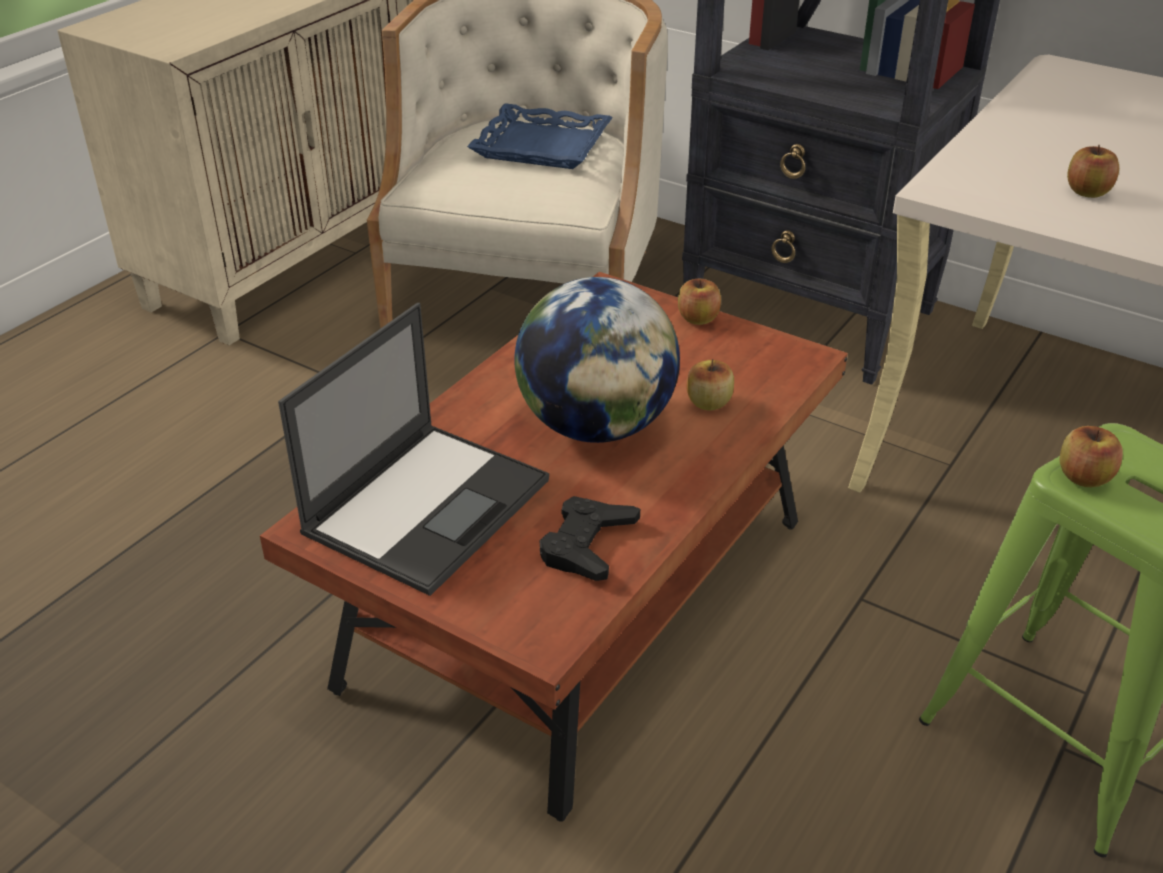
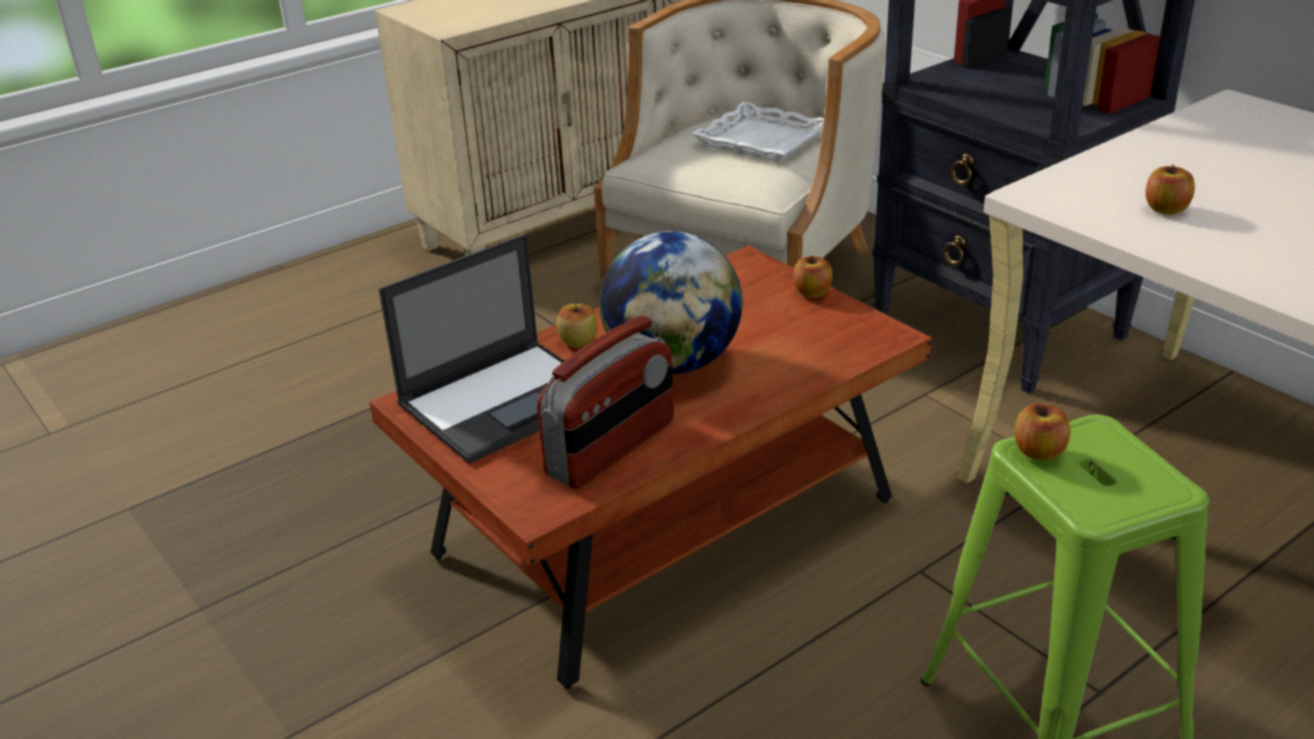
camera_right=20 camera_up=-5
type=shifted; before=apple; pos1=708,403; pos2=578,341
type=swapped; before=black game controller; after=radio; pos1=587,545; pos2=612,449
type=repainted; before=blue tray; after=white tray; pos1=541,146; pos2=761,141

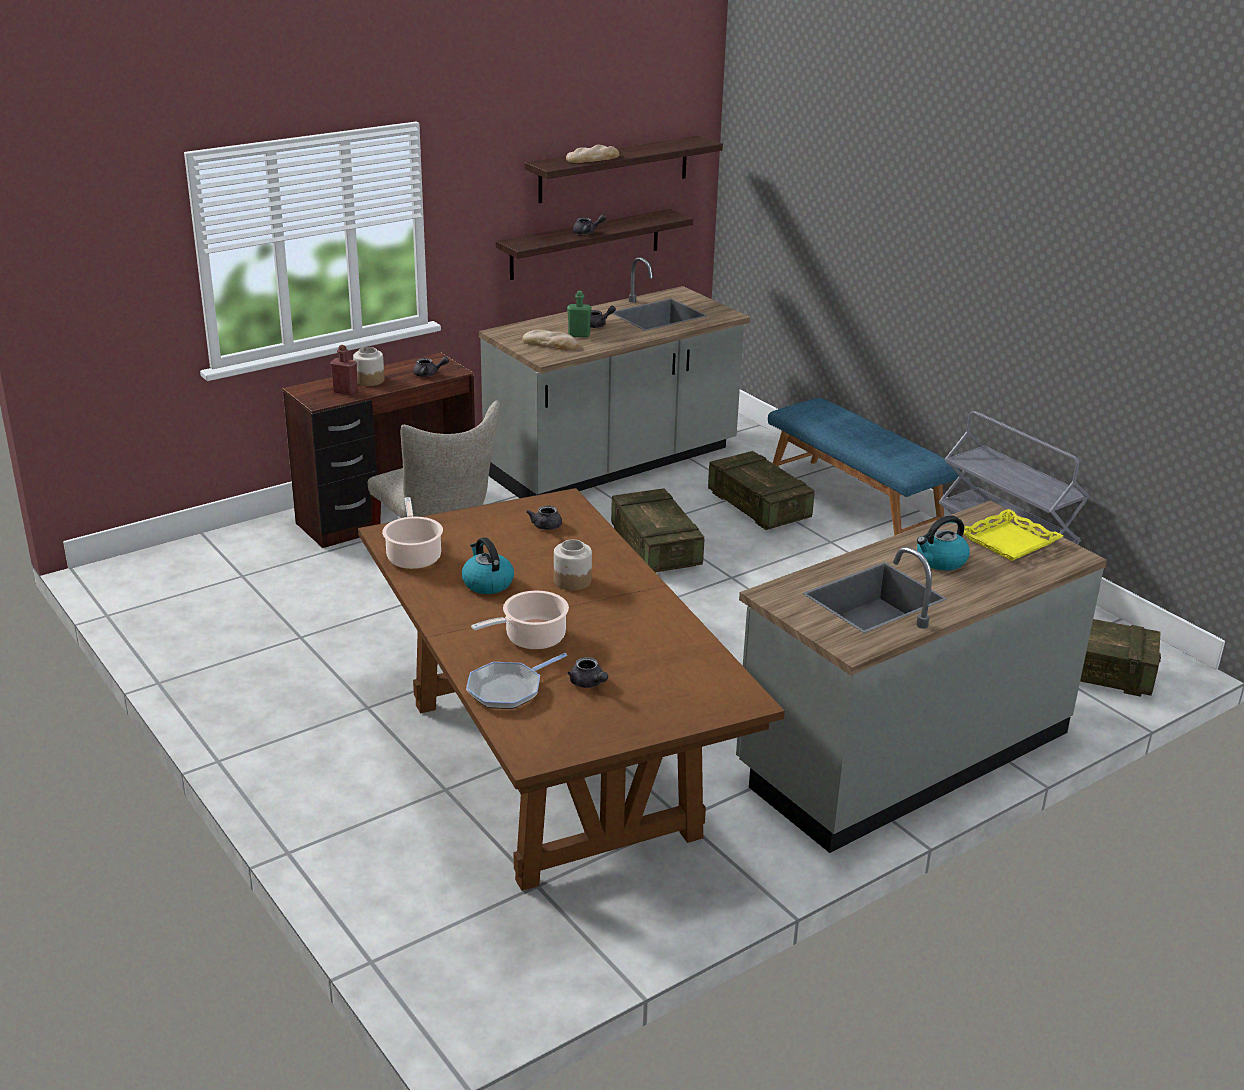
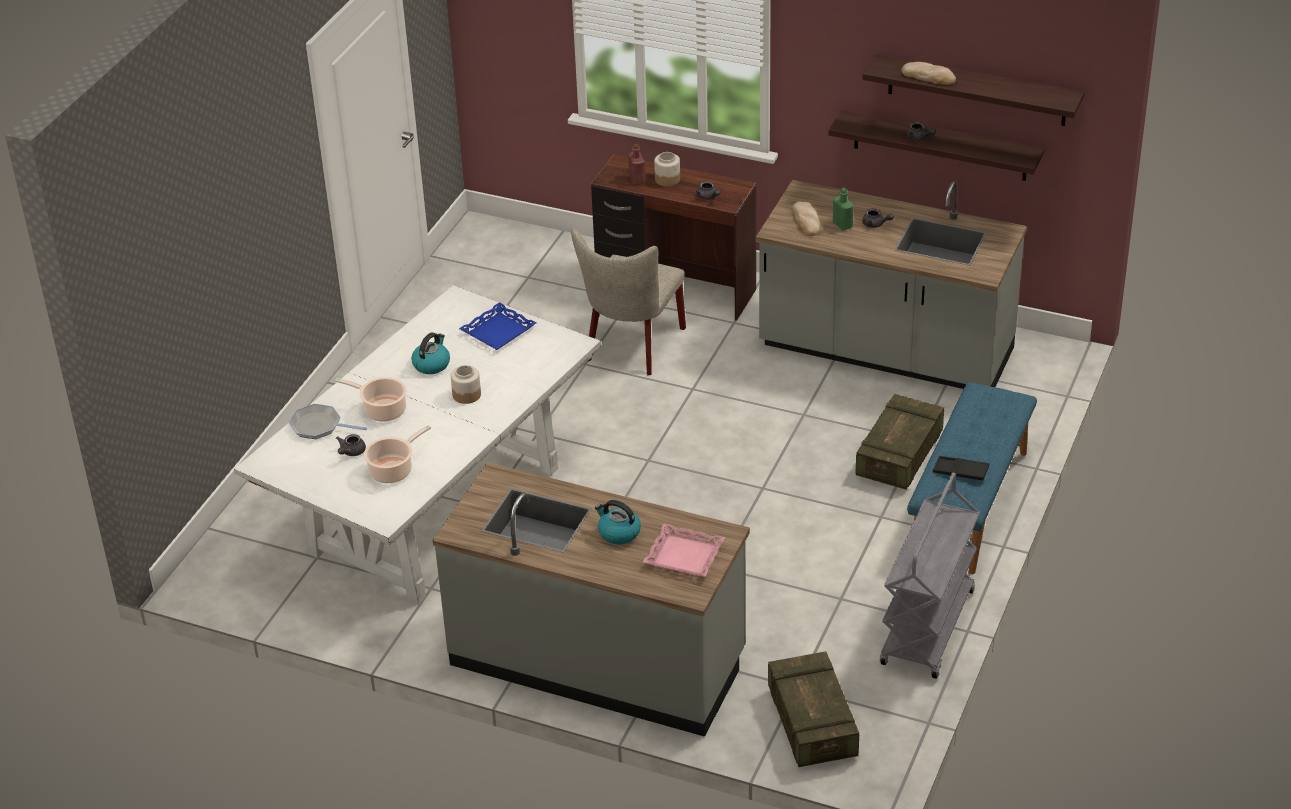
camera_right=60 camera_up=10
type=gone; before=grey teapot; pos1=545,527
type=gone; before=crate; pos1=655,547
type=new; after=blue tray; pos2=498,332
type=new; after=black tray; pos2=960,471
type=shifted; before=cooking pot; pos1=413,556; pos2=393,470
type=repainted; before=brown dining table; after=white dining table; pos1=552,769; pos2=434,511
type=repainted; before=yellow tray; after=pink tray; pos1=1009,542; pos2=683,556

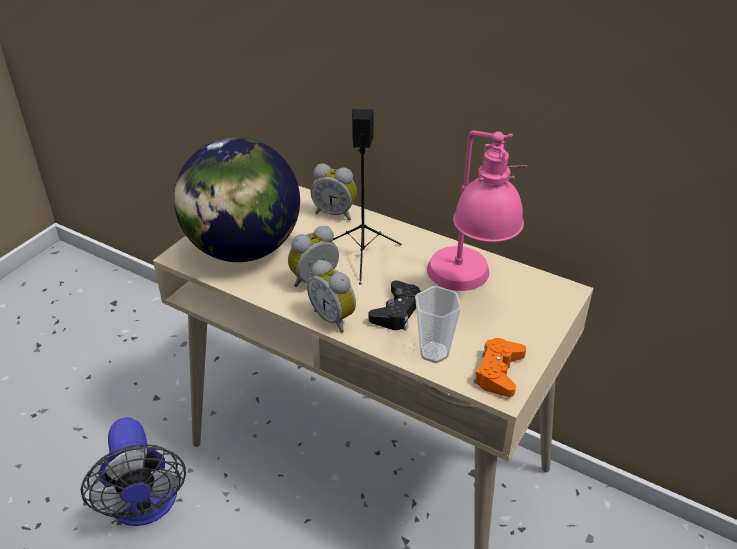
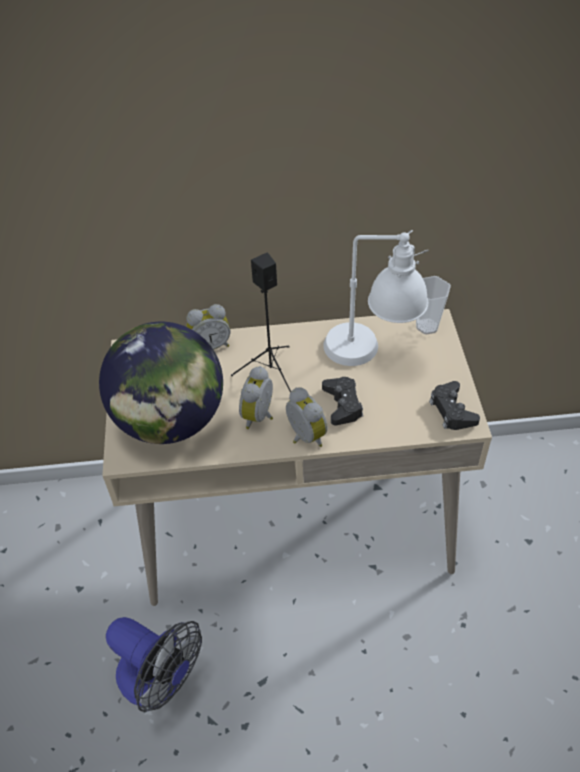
camera_right=-35 camera_up=10
type=shifted; before=cup; pos1=434,352; pos2=427,326
type=repainted; before=pink table lamp; after=white table lamp; pos1=469,288; pos2=371,355
type=repainted; before=orange game controller; after=black game controller; pos1=498,372; pos2=452,410
type=rotated; before=alarm clock; pos1=334,318; pos2=304,437; turn=-135

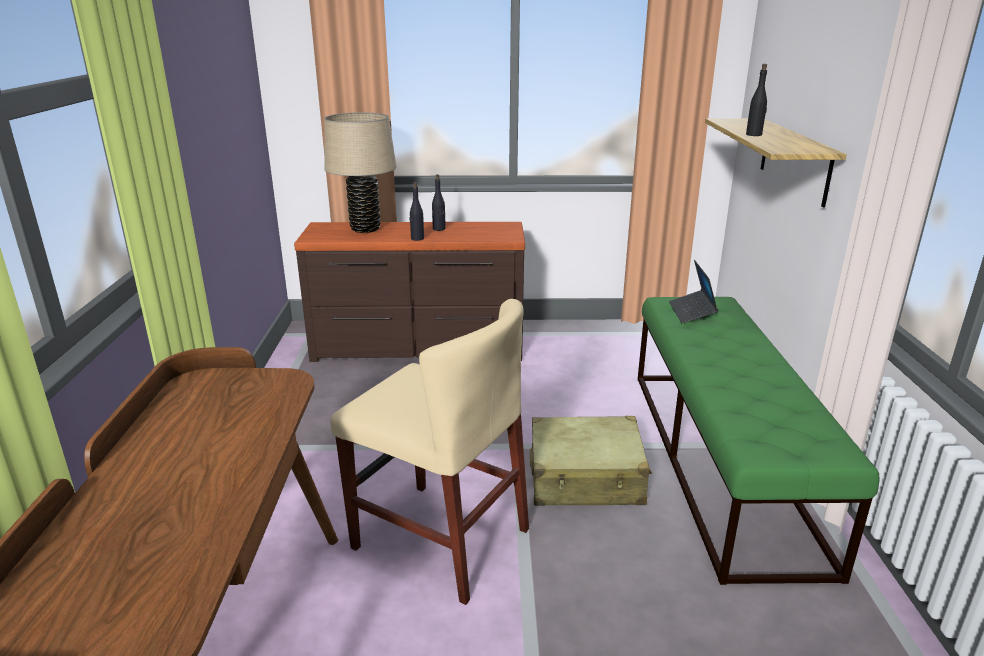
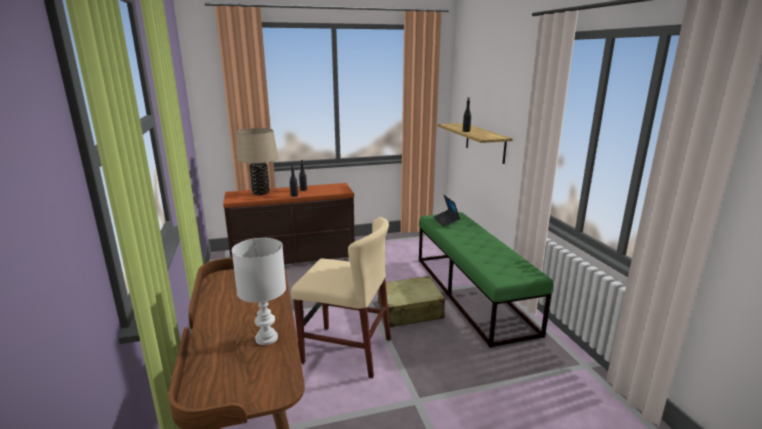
camera_right=-15 camera_up=-5
type=new; after=white table lamp; pos2=267,337

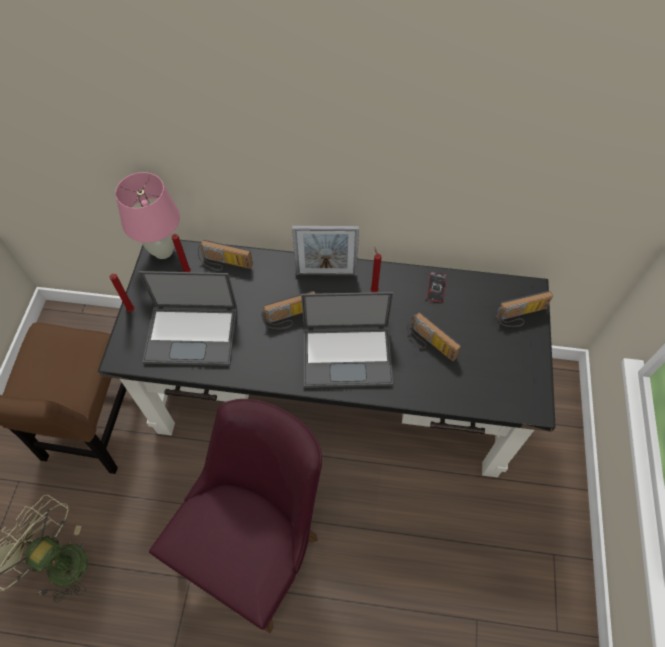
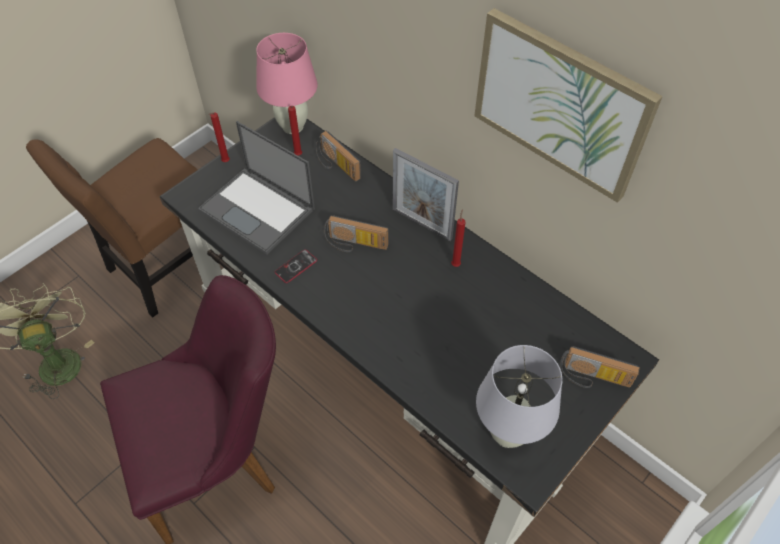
camera_right=35 camera_up=-5
type=gone; before=laptop; pos1=348,355
type=gone; before=radio; pos1=429,344
type=new; after=picture; pos2=560,104
type=new; after=white table lamp; pos2=507,435
type=shifted; before=phone; pos1=436,287; pos2=296,266

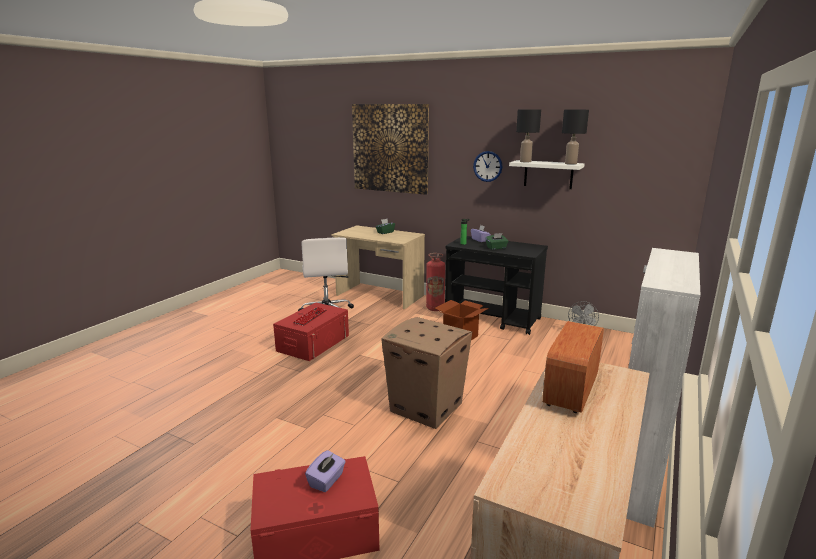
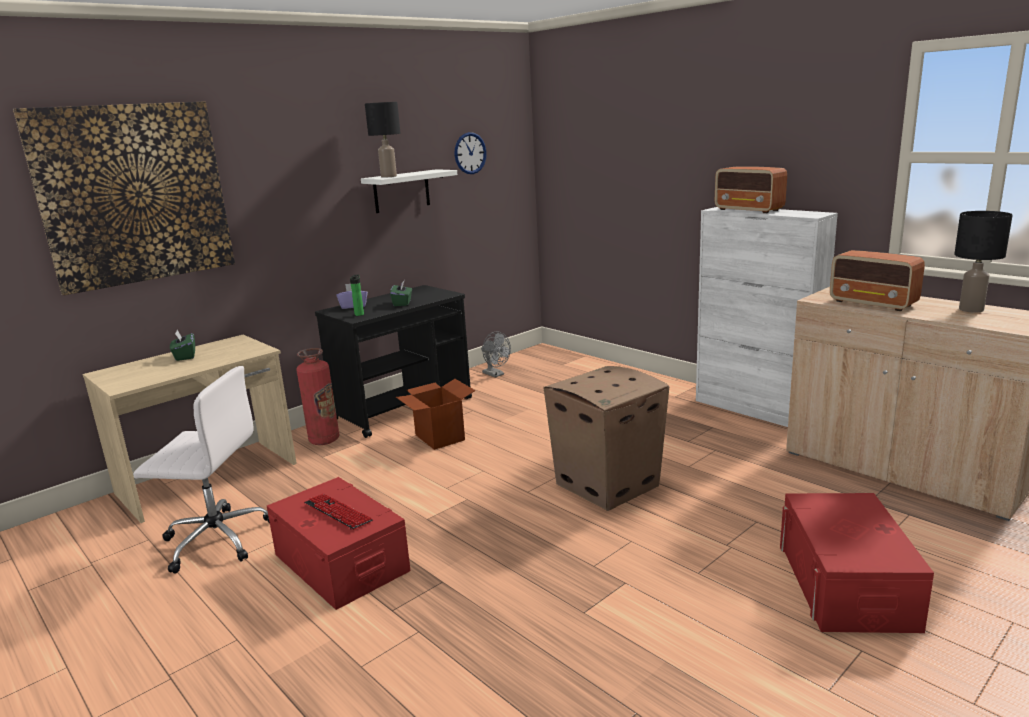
camera_right=-70 camera_up=0
type=gone; before=purple tissue box; pos1=326,480
type=new; after=radio; pos2=749,210
type=shifted; before=wall clock; pos1=487,166; pos2=470,153
type=shifted; before=black table lamp; pos1=570,164; pos2=970,309

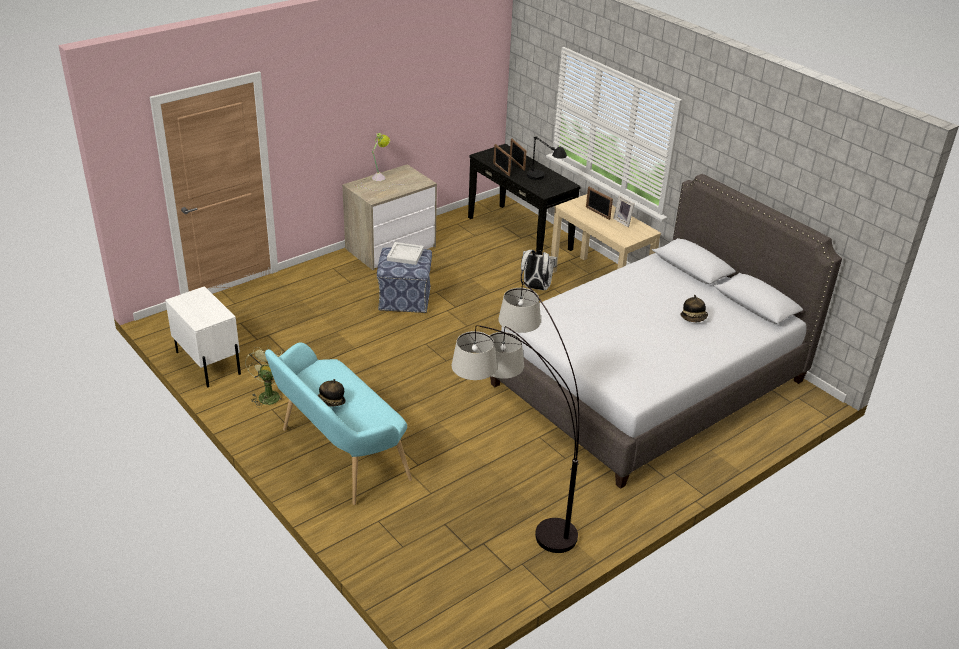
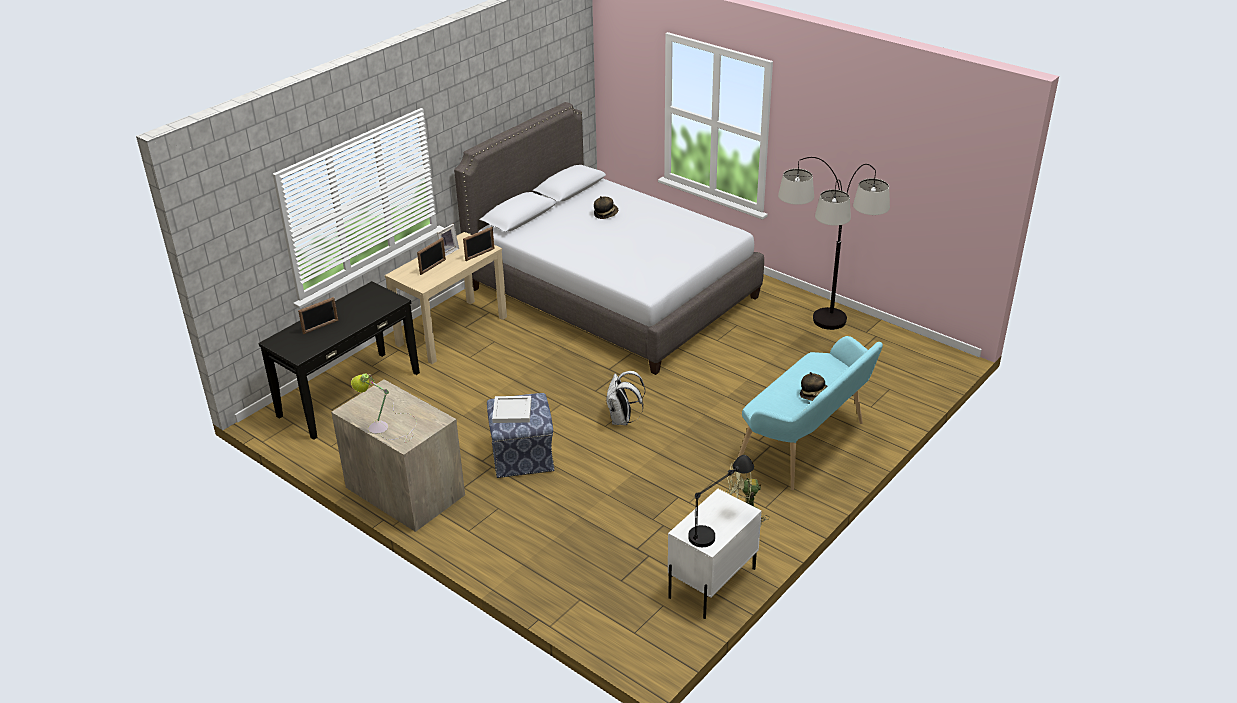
camera_right=-100 camera_up=0
type=shifted; before=picture frame; pos1=501,169; pos2=480,254
type=shifted; before=white backpack; pos1=535,288; pos2=622,420
type=shifted; before=black table lamp; pos1=544,182; pos2=718,526

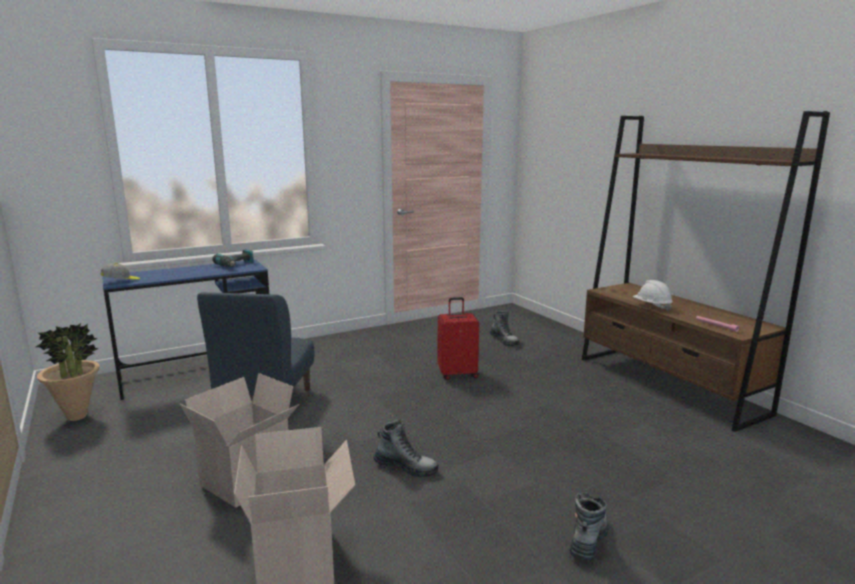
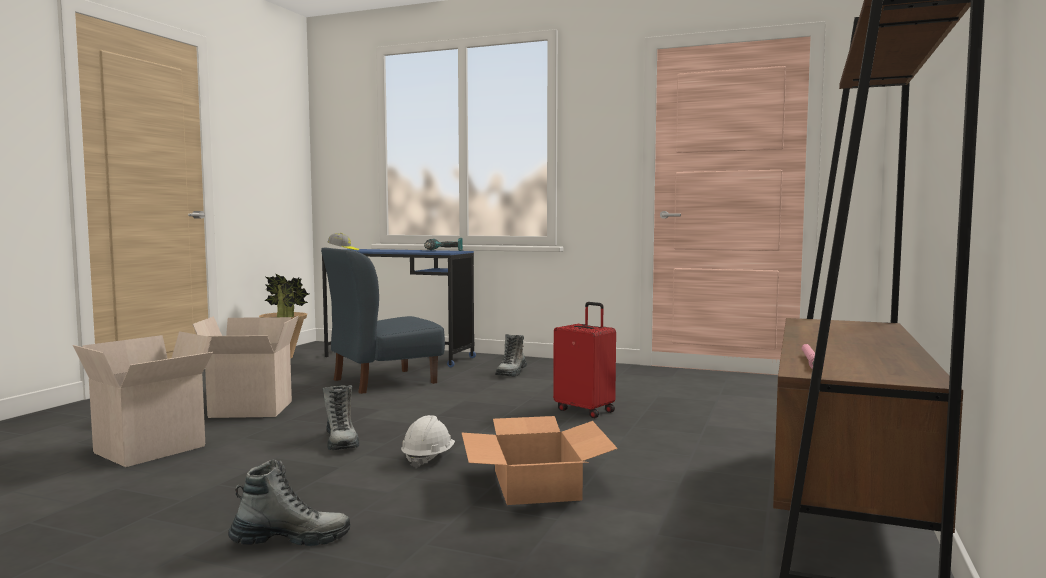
camera_right=50 camera_up=-10
type=new; after=cardboard box; pos2=535,484
type=shifted; before=boot; pos1=504,340; pos2=511,372
type=shifted; before=white hard hat; pos1=651,306; pos2=428,458

